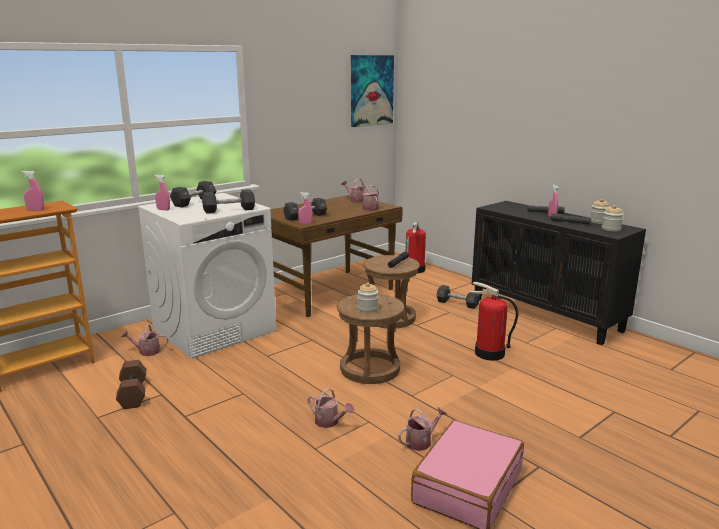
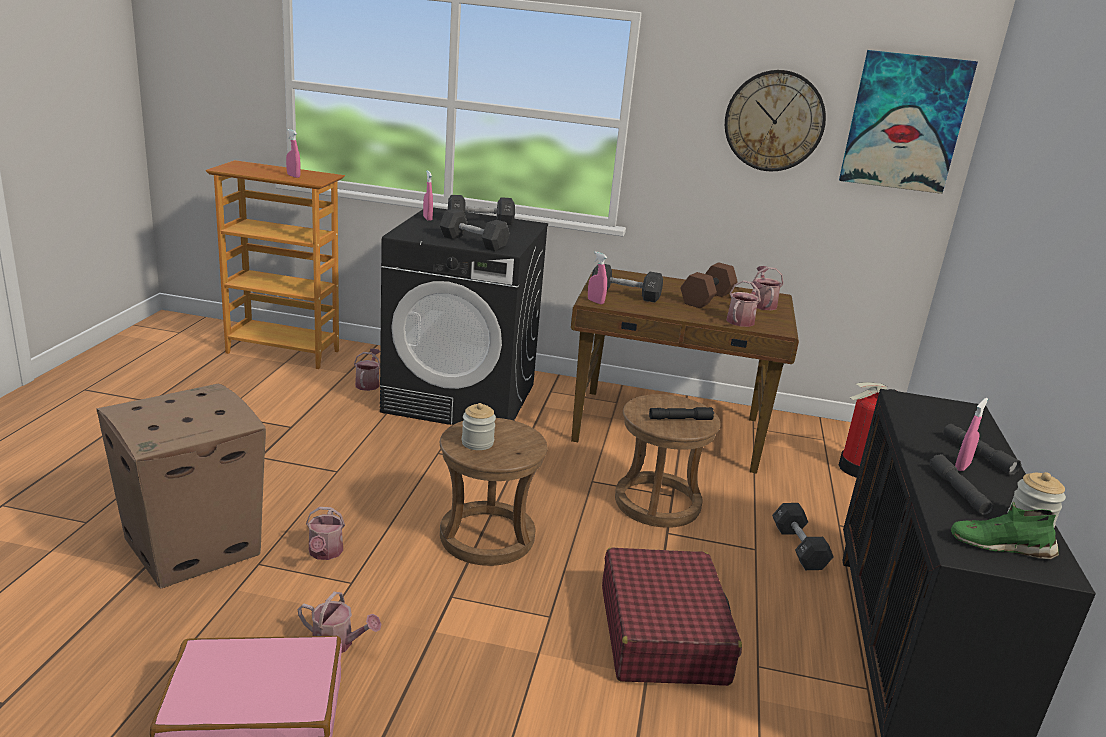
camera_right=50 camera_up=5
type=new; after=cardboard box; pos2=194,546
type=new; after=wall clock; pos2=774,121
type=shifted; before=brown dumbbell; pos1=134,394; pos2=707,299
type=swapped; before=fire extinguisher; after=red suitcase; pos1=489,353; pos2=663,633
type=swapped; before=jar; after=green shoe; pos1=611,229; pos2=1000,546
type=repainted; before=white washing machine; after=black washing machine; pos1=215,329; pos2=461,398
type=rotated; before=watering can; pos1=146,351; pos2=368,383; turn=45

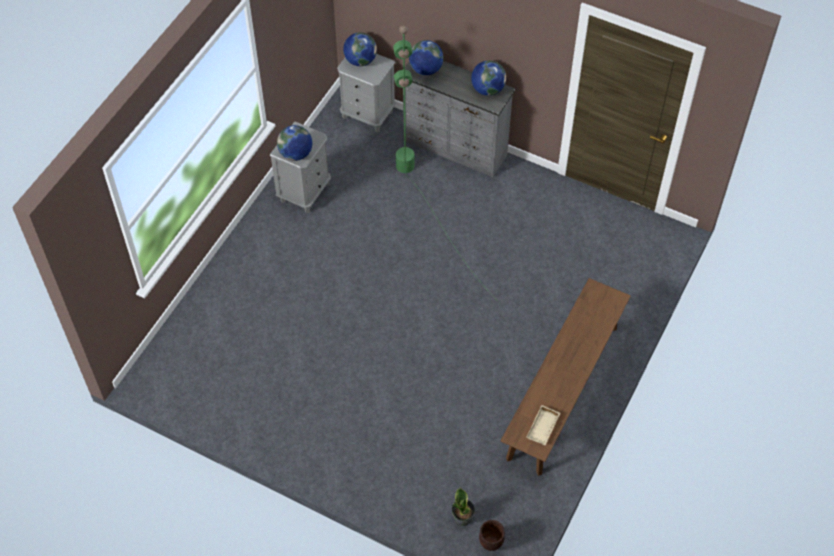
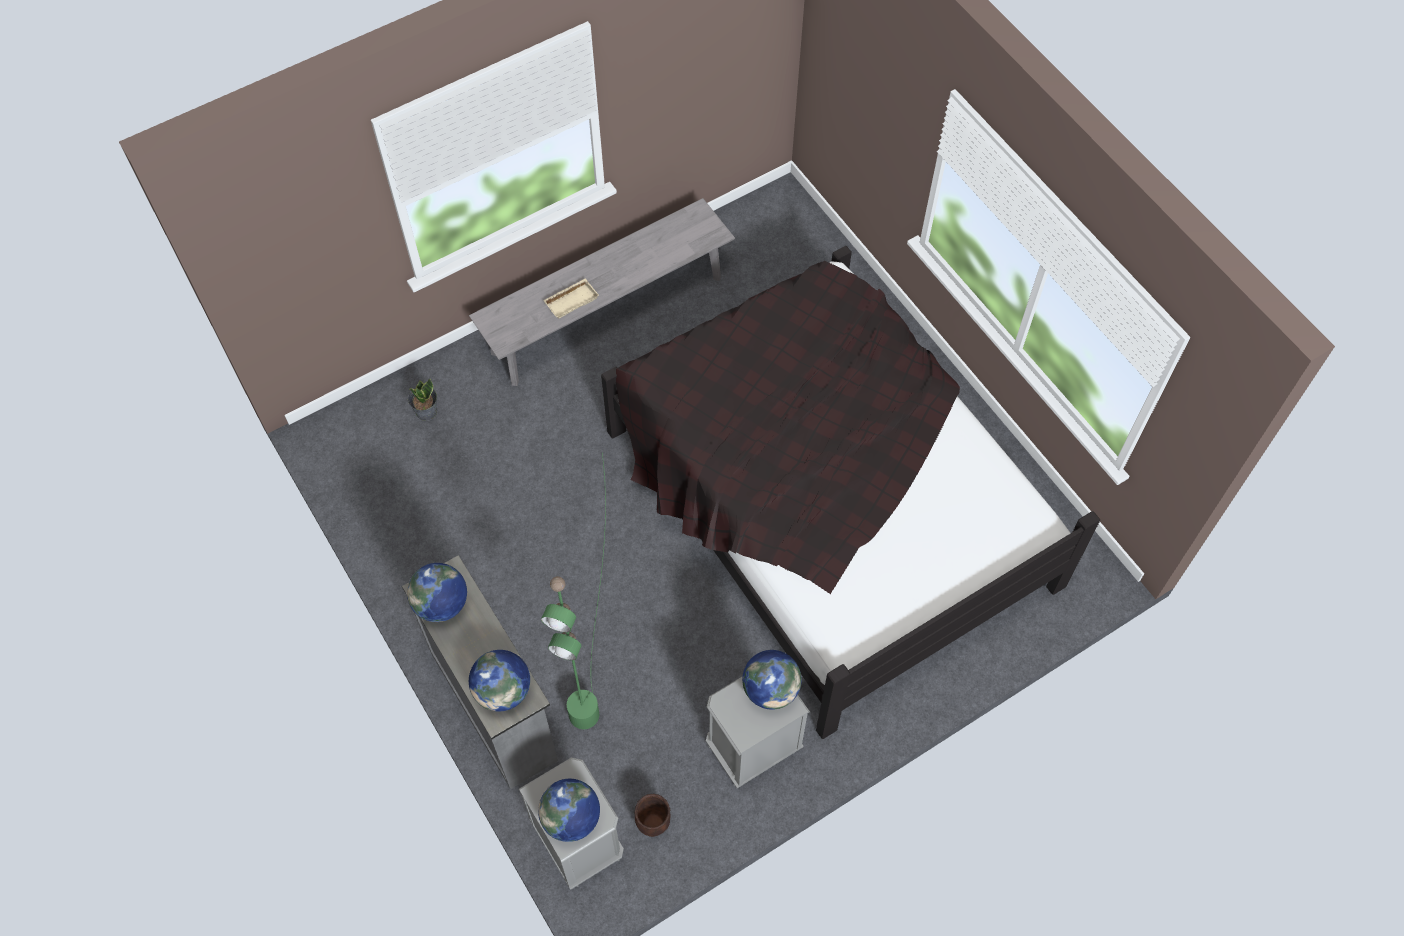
camera_right=-150 camera_up=5
type=new; after=black bed; pos2=827,506
type=shifted; before=potted plant; pos1=462,518; pos2=426,411
type=shifted; before=brown planter; pos1=490,544; pos2=653,824
type=shifted; before=beige tray; pos1=543,428; pos2=571,300
type=repainted; before=brown bench; after=grey bench; pos1=563,392; pos2=607,315

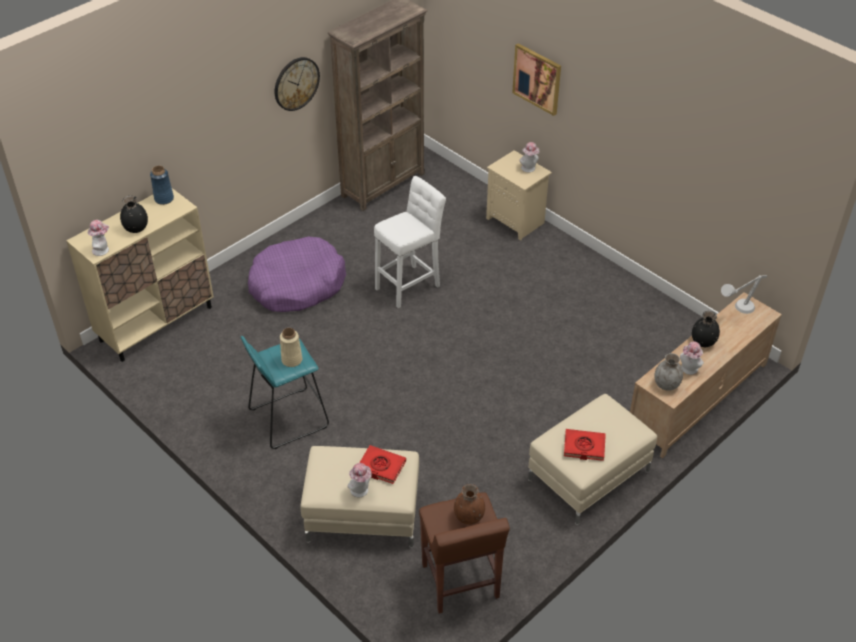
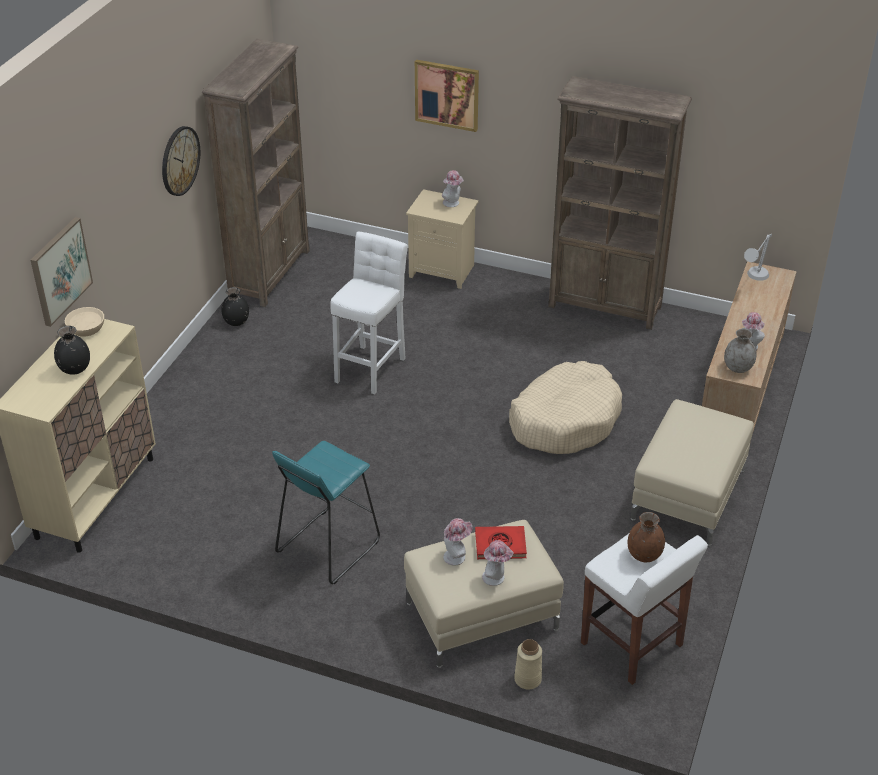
camera_right=-25 camera_up=-5
type=gone; before=purple dog bed; pos1=297,285
type=gone; before=red book; pos1=584,447
type=new; after=picture; pos2=60,271
type=new; after=beige dog bed; pos2=565,420
type=new; after=brown bookcase; pos2=605,307
type=shifted; before=hat; pos1=103,250; pos2=457,556
type=shifted; before=beige vase; pos1=291,360; pos2=527,679
type=shifted; before=black vase; pos1=703,342; pos2=236,322
type=swapped; before=blue vase; after=beige bowl; pos1=164,199; pos2=86,328
type=repainted; before=brown stool; after=white stool; pos1=460,582; pos2=632,645

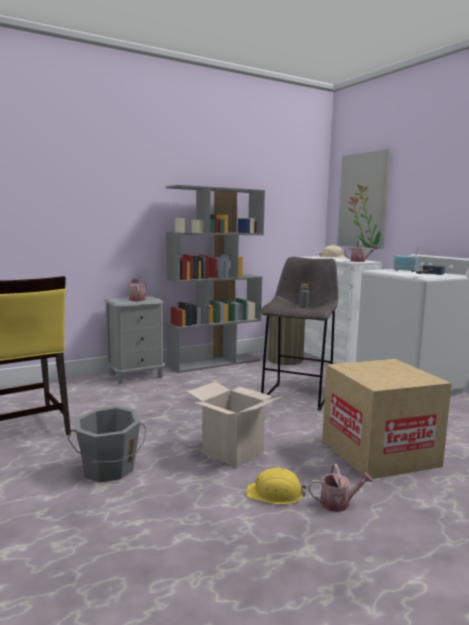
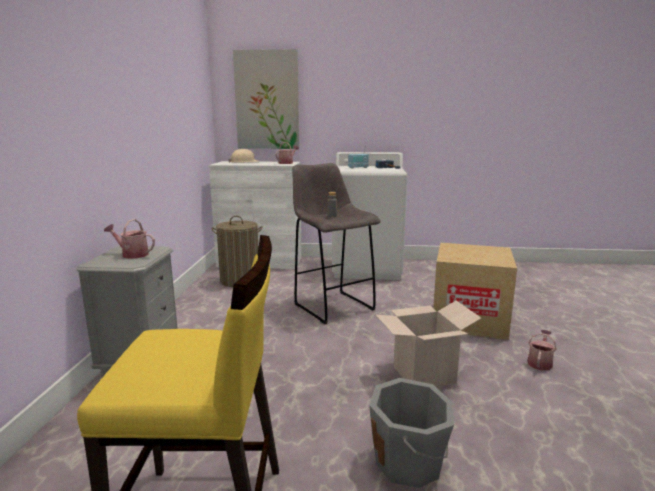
camera_right=-55 camera_up=5
type=gone; before=grey bookcase; pos1=214,363
type=gone; before=yellow hard hat; pos1=275,494

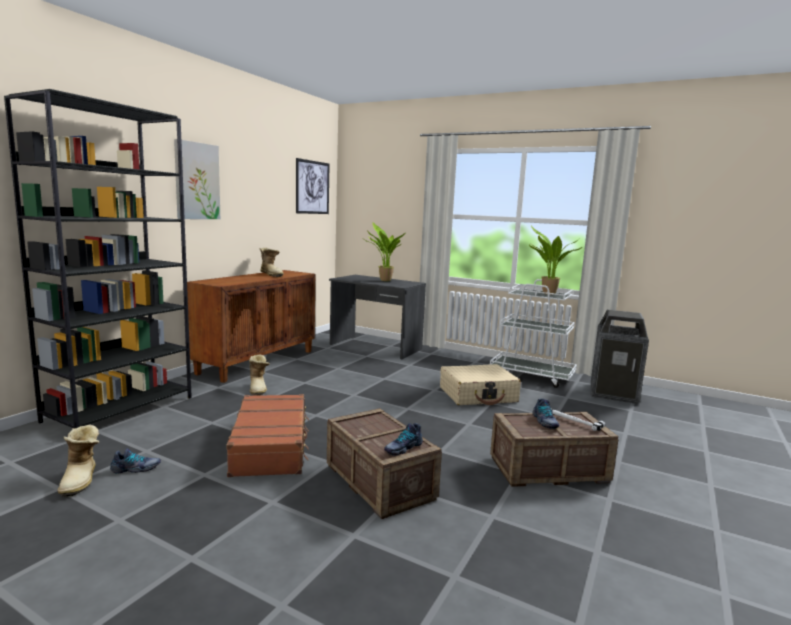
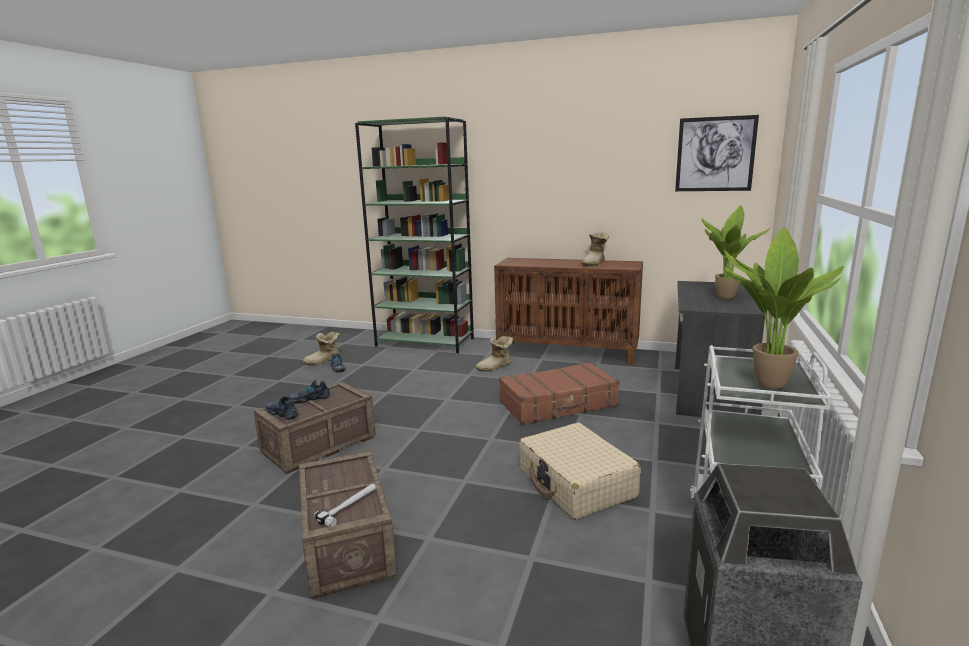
camera_right=80 camera_up=5
type=gone; before=picture; pos1=196,181
type=shifted; before=brown suitcase; pos1=271,445; pos2=558,404
type=shifted; before=shoe; pos1=544,421; pos2=309,398
type=repainted; before=black bookcase; after=green bookcase; pos1=121,409; pos2=425,342

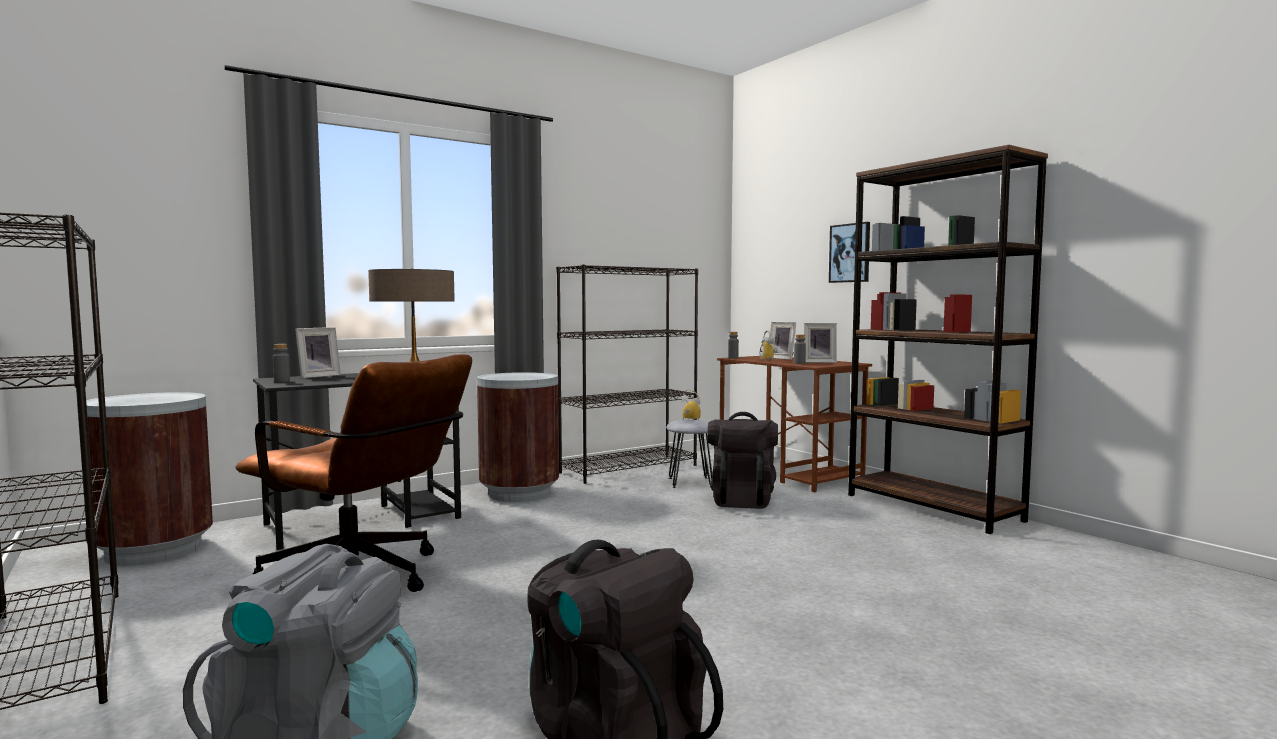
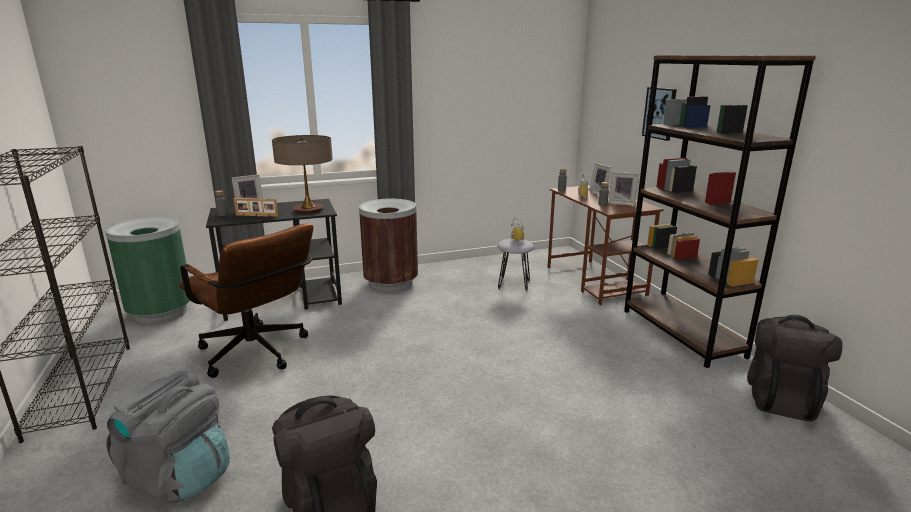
camera_right=15 camera_up=15
type=gone; before=black bookcase; pos1=629,469
type=new; after=picture frame; pos2=256,216
type=shifted; before=black backpack; pos1=741,499; pos2=781,398
type=repainted; before=brown trash can; after=green trash can; pos1=154,550; pos2=161,312

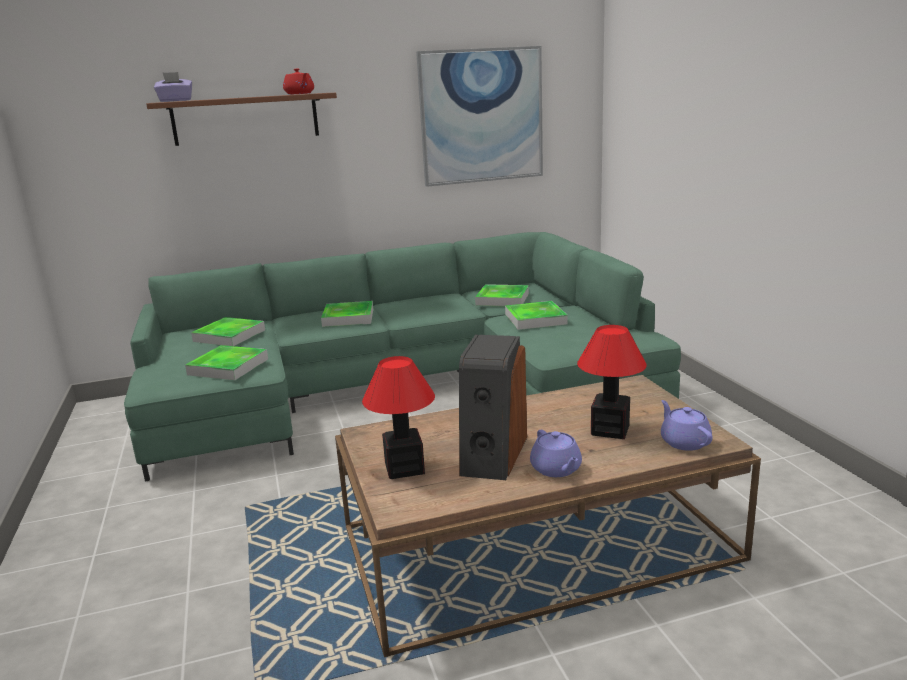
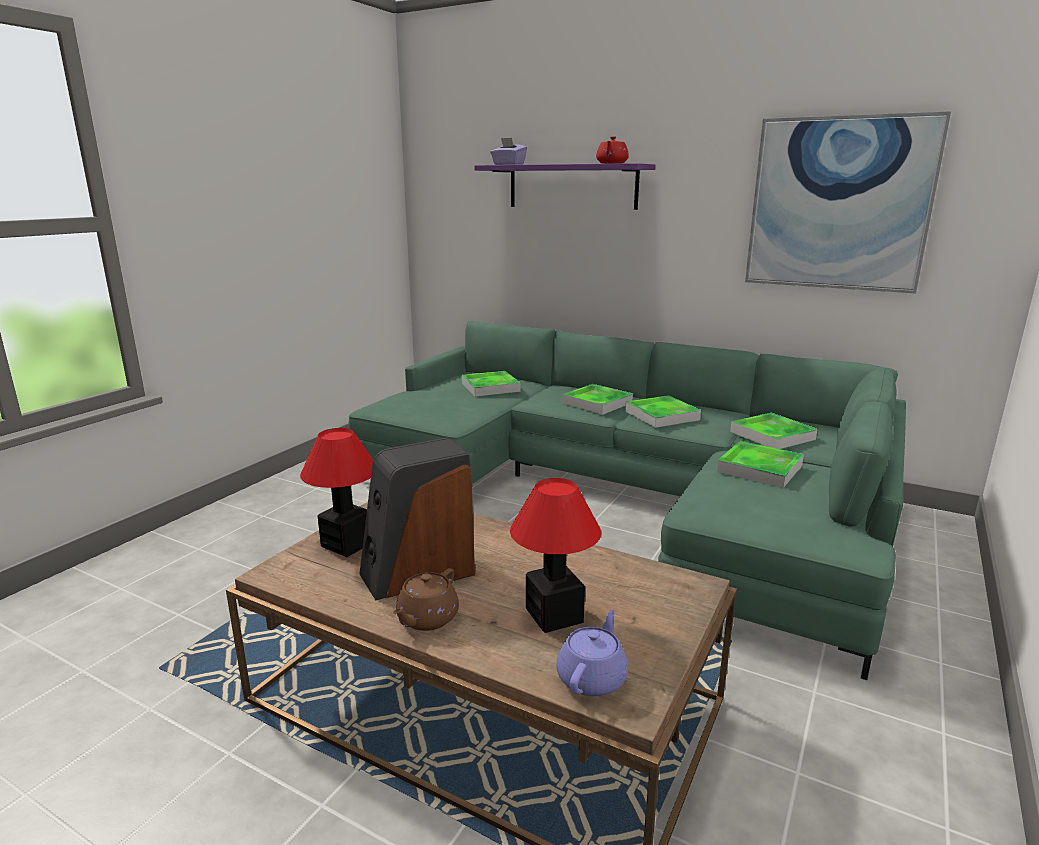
camera_right=45 camera_up=0
type=shifted; before=tray; pos1=228,367; pos2=661,415
type=repainted; before=brown shelf; after=purple shelf; pos1=245,119; pos2=572,186
type=repainted; before=purple teapot; after=brown teapot; pos1=556,469; pos2=426,619

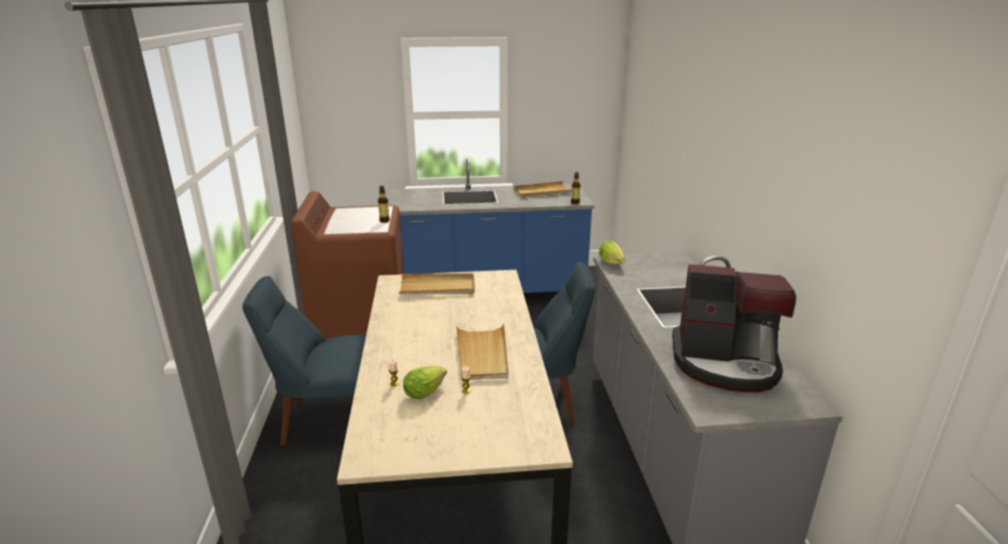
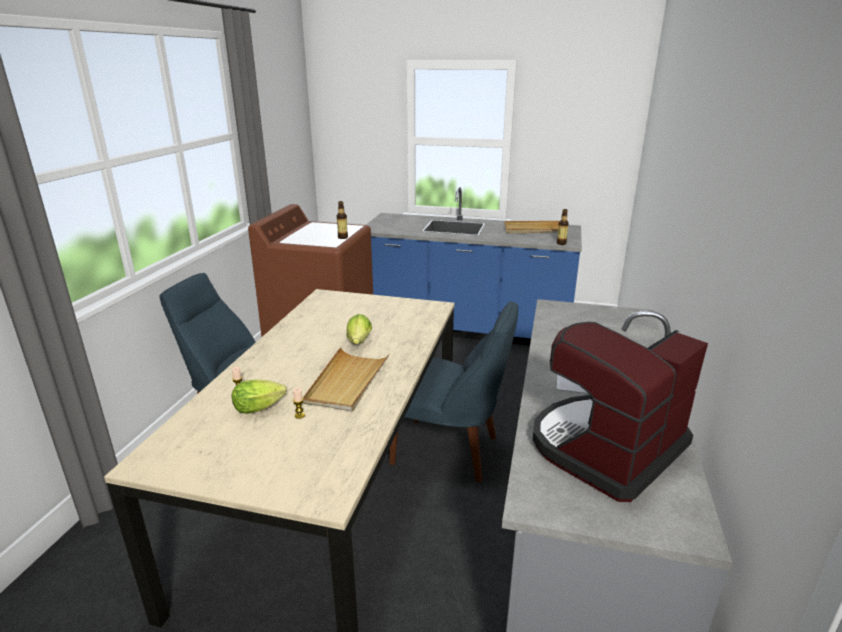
camera_right=20 camera_up=0
type=gone; before=beige tray; pos1=437,287
type=shifted; before=lettuce; pos1=612,264; pos2=359,343
type=rotated; before=coffee machine; pos1=725,363; pos2=605,448; turn=105

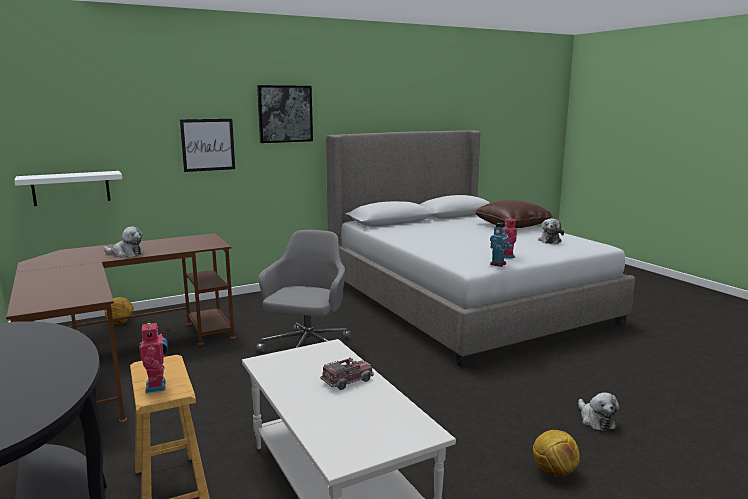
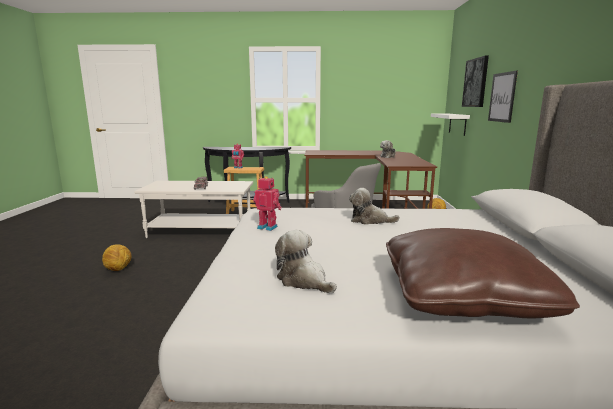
camera_right=120 camera_up=0
type=gone; before=toy robot; pos1=498,264
type=shifted; before=picture; pos1=285,114; pos2=475,83
type=shifted; before=plush toy; pos1=595,420; pos2=369,220

